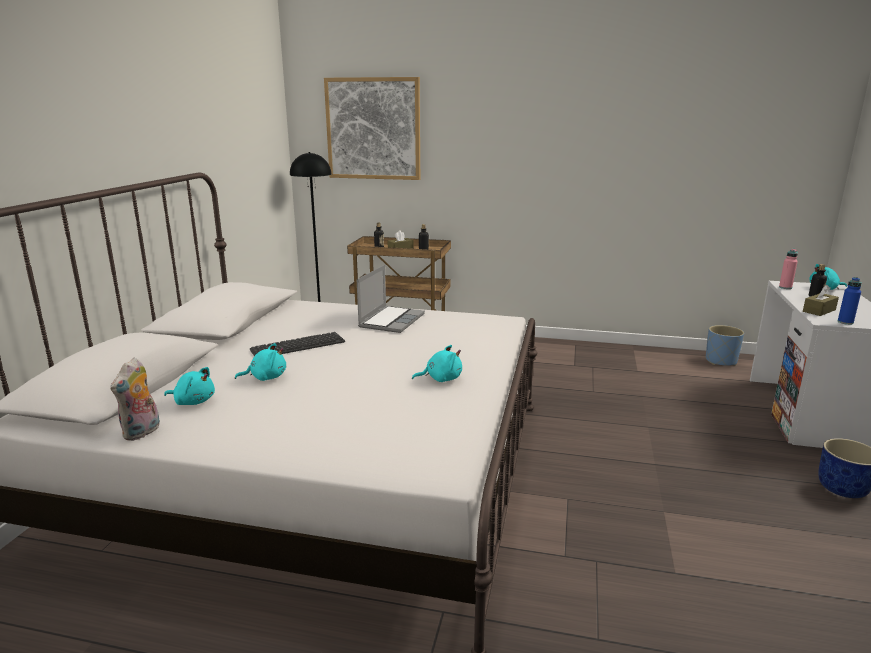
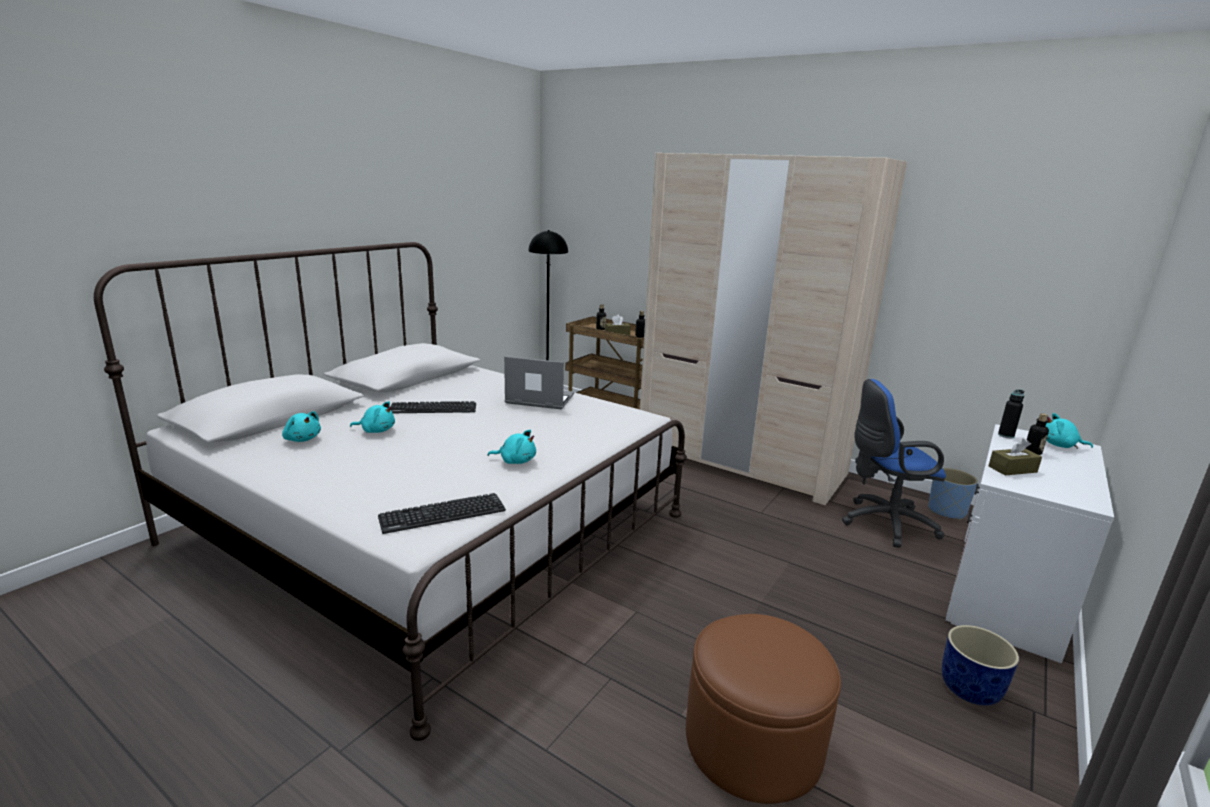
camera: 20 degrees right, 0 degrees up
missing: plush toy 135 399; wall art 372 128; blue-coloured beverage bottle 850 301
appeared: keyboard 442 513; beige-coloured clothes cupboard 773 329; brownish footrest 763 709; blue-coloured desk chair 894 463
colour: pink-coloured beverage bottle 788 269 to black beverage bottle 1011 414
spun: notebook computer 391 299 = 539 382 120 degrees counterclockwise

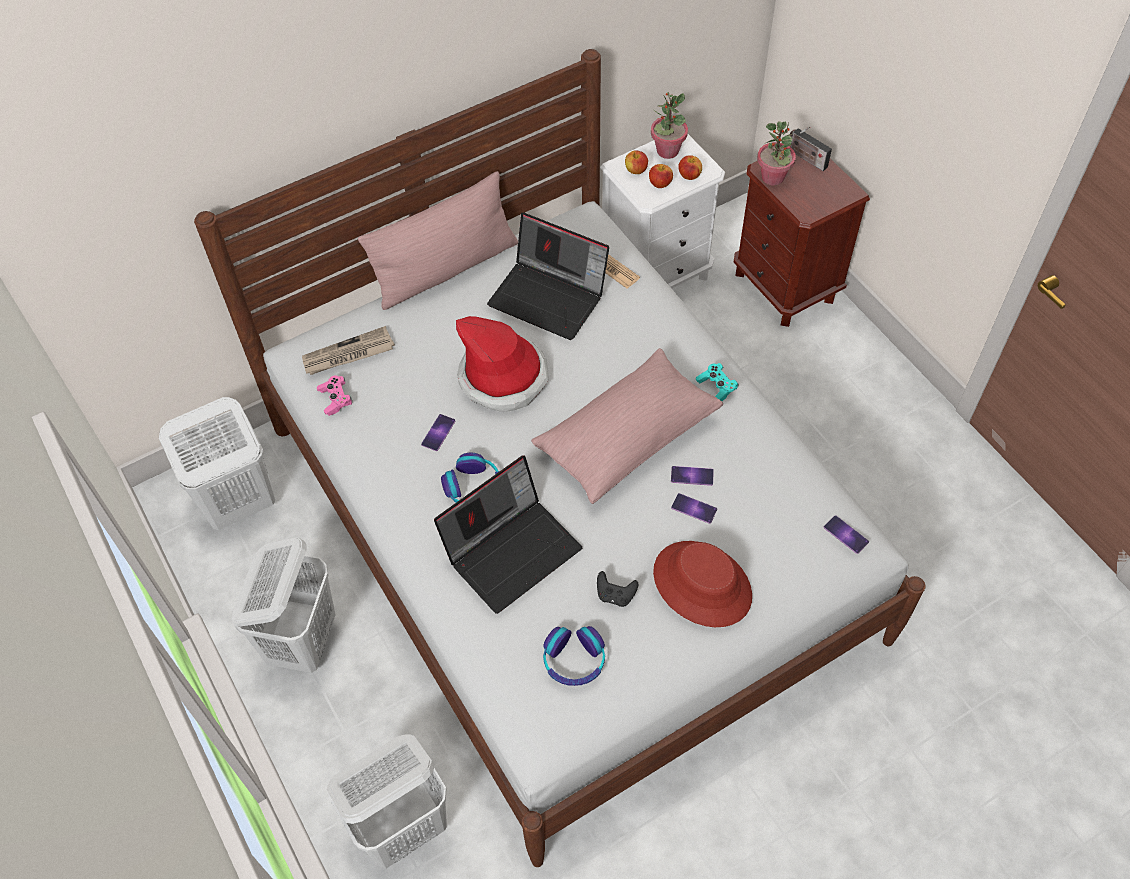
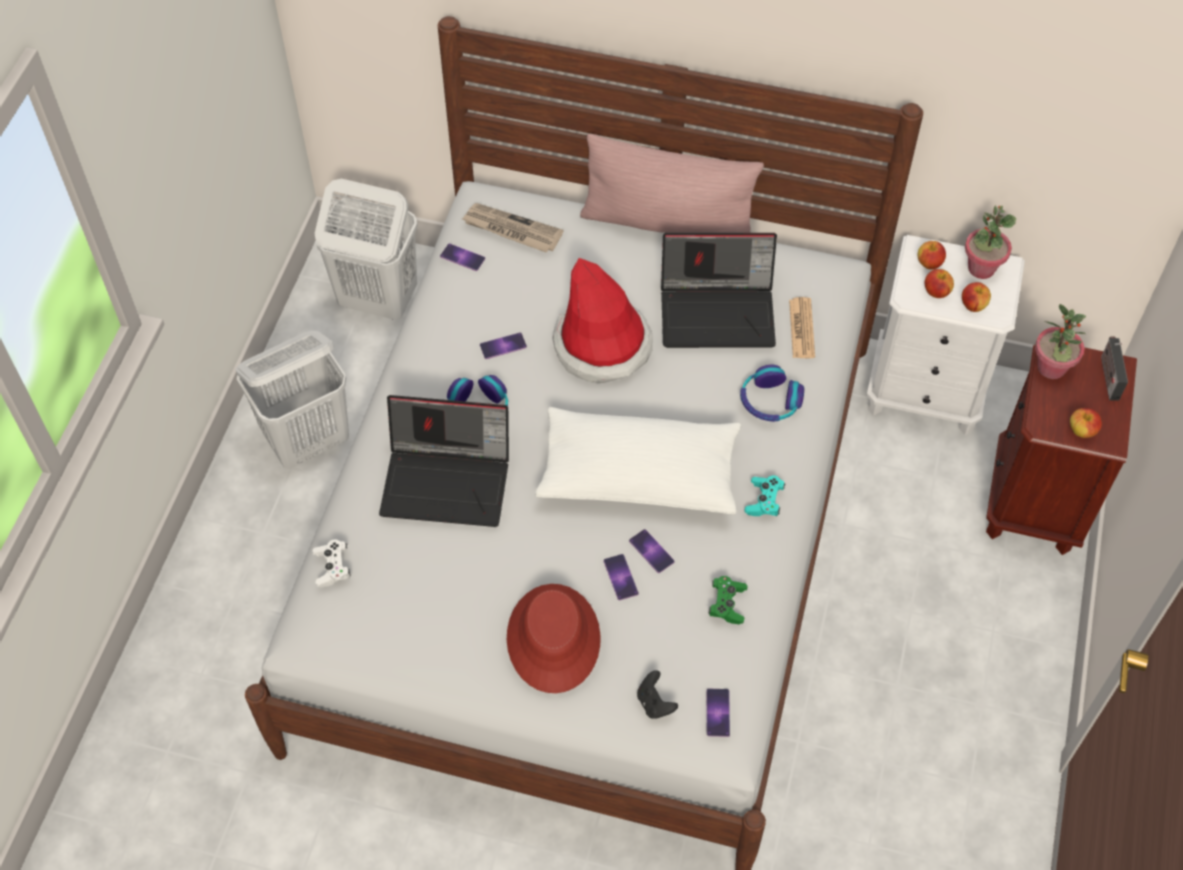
camera: 45 degrees right, 0 degrees up
missing: white-coloured washing basket 387 801
appeared: white-coloured gamepad 332 564; green-coloured gamepad 728 600; apple 1086 423
relocated: pair of headphones 574 656 to 772 393; black gamepad 617 589 to 657 694
exchanged: pink-coloured gamepad 334 395 to telephone 462 257
colour: pink-coloured pillow 627 426 to white-coloured pillow 638 461
spun: notebook computer 548 276 = 719 290 75 degrees counterclockwise

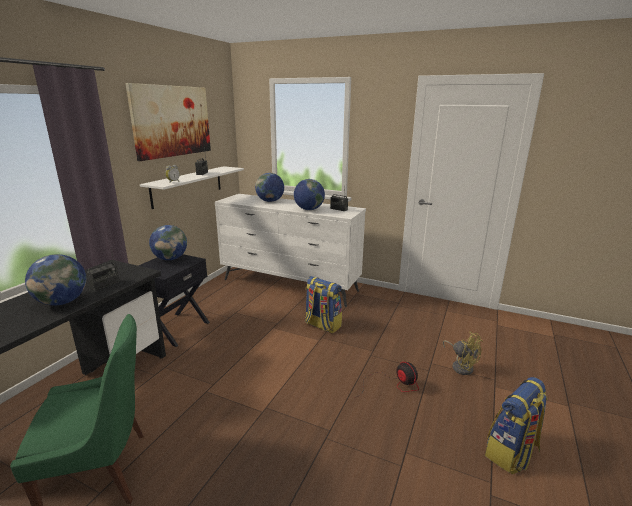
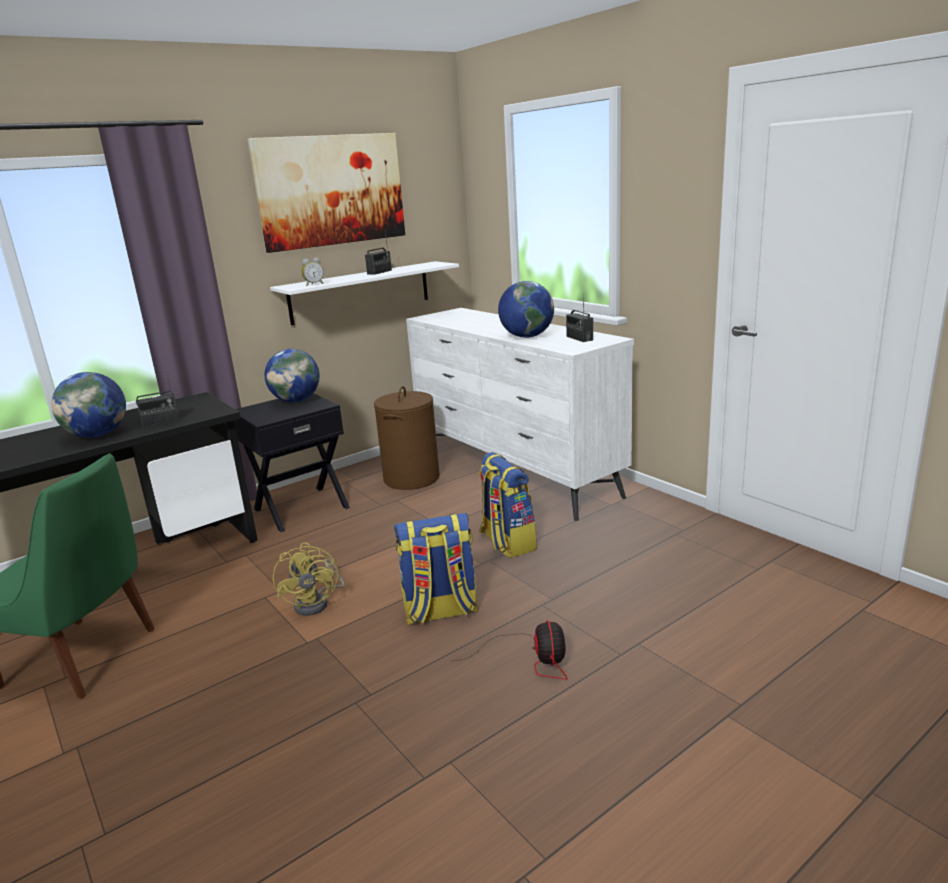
camera: 30 degrees right, 0 degrees up
missing: globe 269 187
appeared: brownish washing basket 407 438
relocated: yellow-coloured electric fan 463 353 to 308 579; backpack 516 425 to 436 569

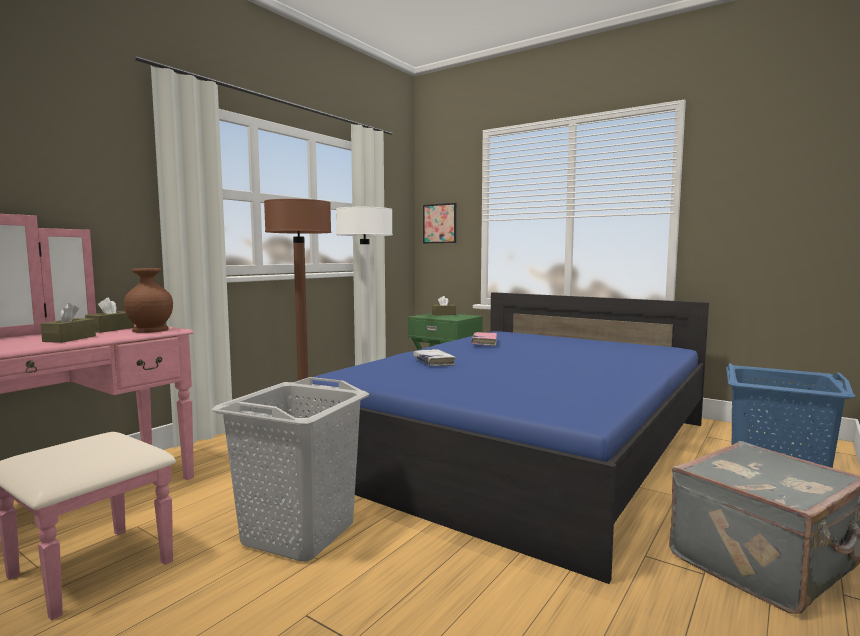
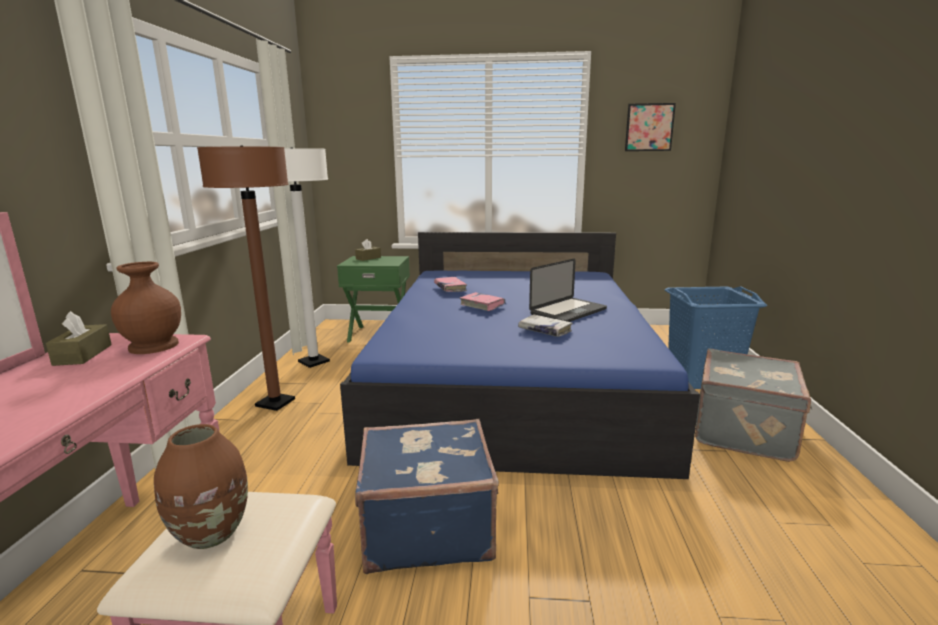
camera: 30 degrees left, 10 degrees up
missing: brownish box of tissues 68 323
appeared: brownish decorative vase 201 486; pink-coloured book 482 301; notebook computer 568 290
relocated: white-coloured book 434 357 to 545 325; wall art 439 223 to 650 127
exchanged: greyish washing basket 290 469 to blue-coloured suitcase 427 496

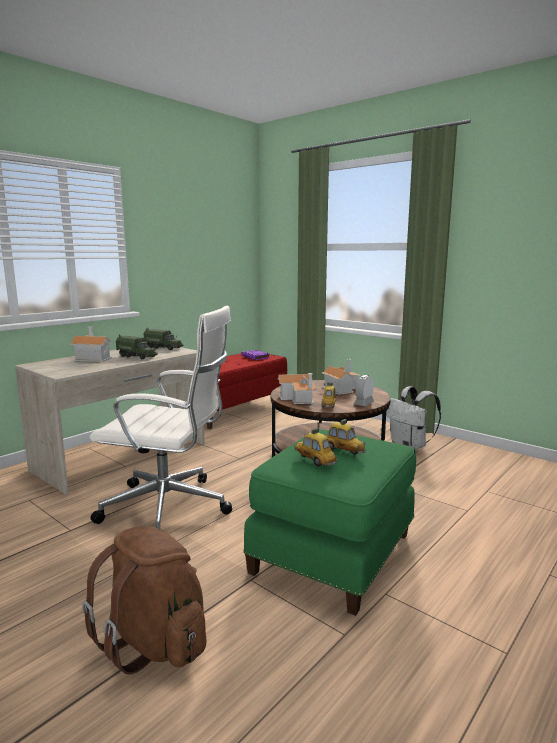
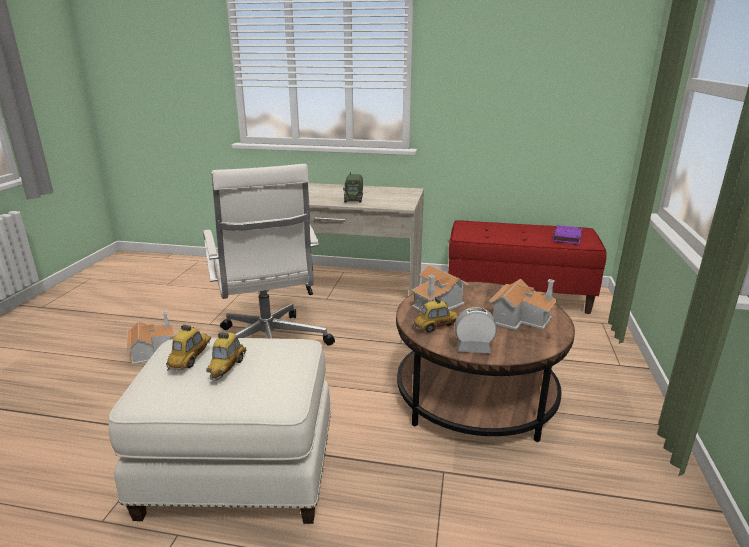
camera: 60 degrees right, 10 degrees up
missing: brownish backpack 144 600; toy truck 164 339; white-coloured backpack 413 418
relocated: model house 91 344 to 150 338
colour: green-coloured footrest 330 522 to white-coloured footrest 220 431

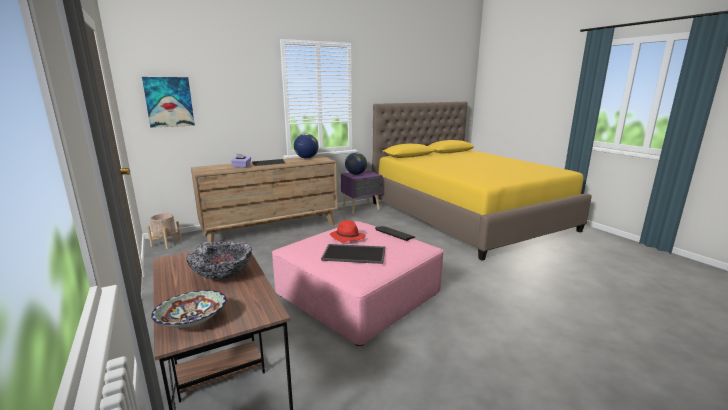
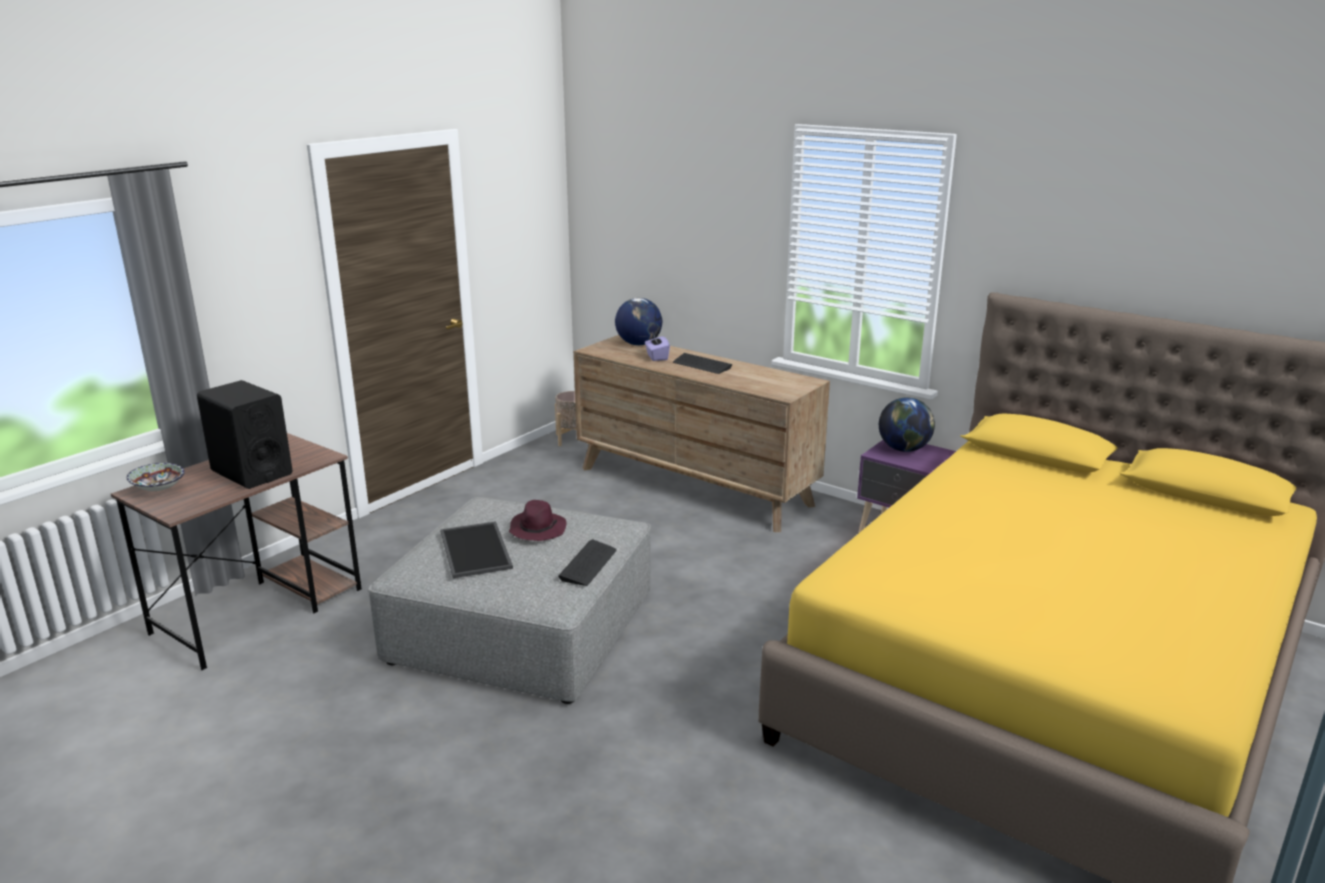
camera: 65 degrees right, 5 degrees up
missing: wall art 168 102
relocated: globe 306 146 to 638 322
exchanged: serving bowl 219 260 to black speaker 245 434
colour: pink-coloured footrest 358 283 to greyish footrest 509 600; reddish wearable hat 347 231 to purplish wearable hat 537 520

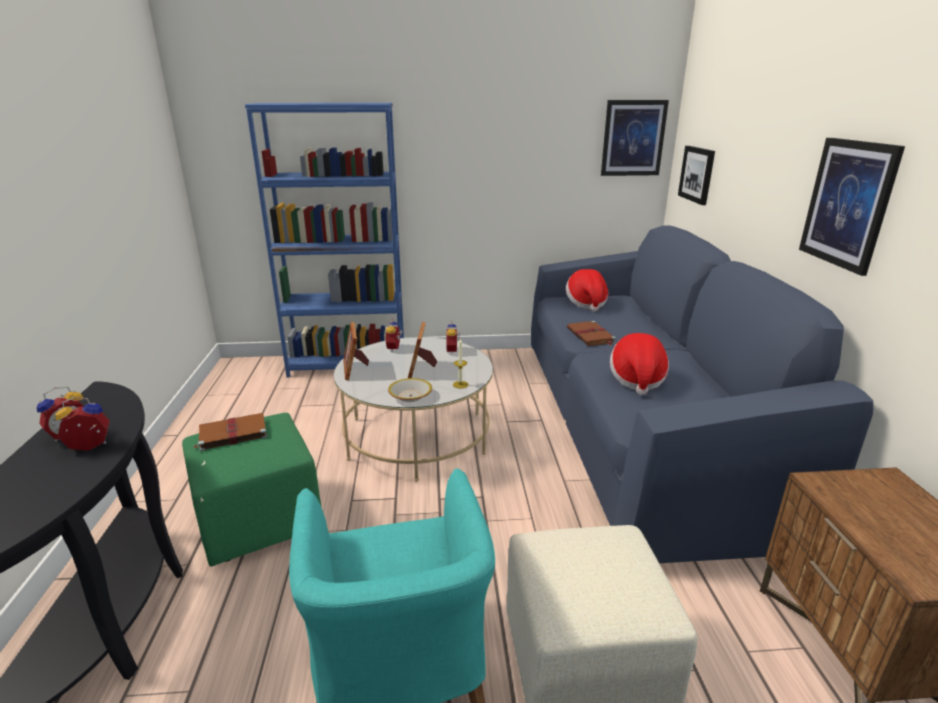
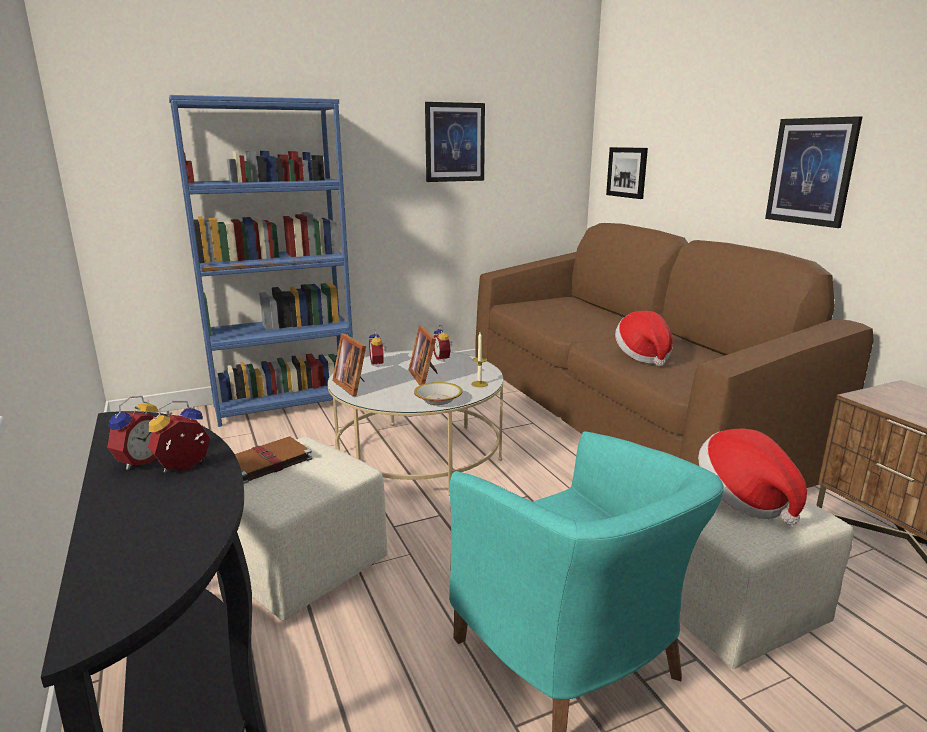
camera: 20 degrees left, 5 degrees down
missing: brownish book 591 333
relocated: wearable hat 587 290 to 752 477; wall art 635 138 to 455 142
colour: green-coloured footrest 252 490 to beige-coloured footrest 312 529; blue-coloured sofa 702 394 to brownish sofa 674 355

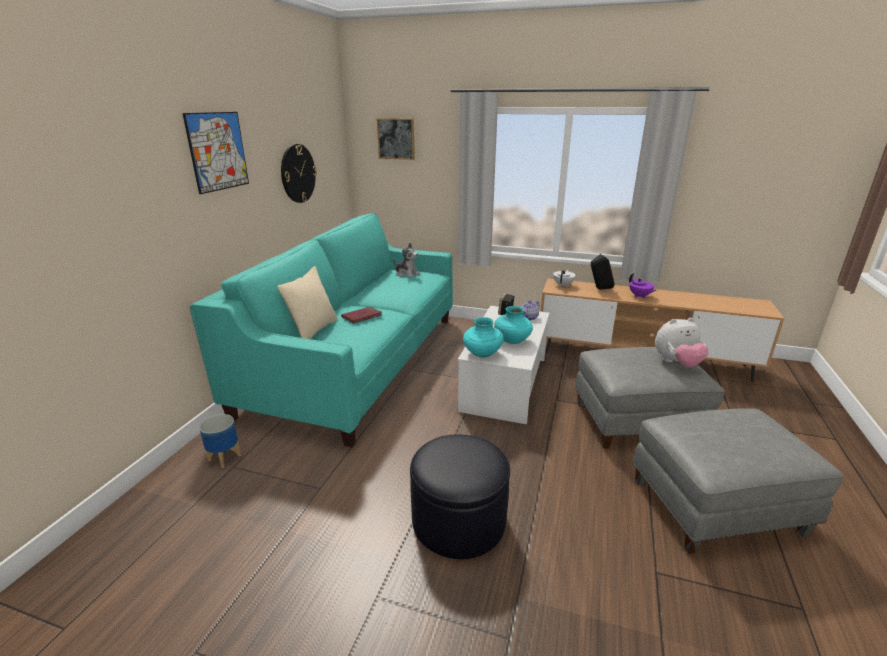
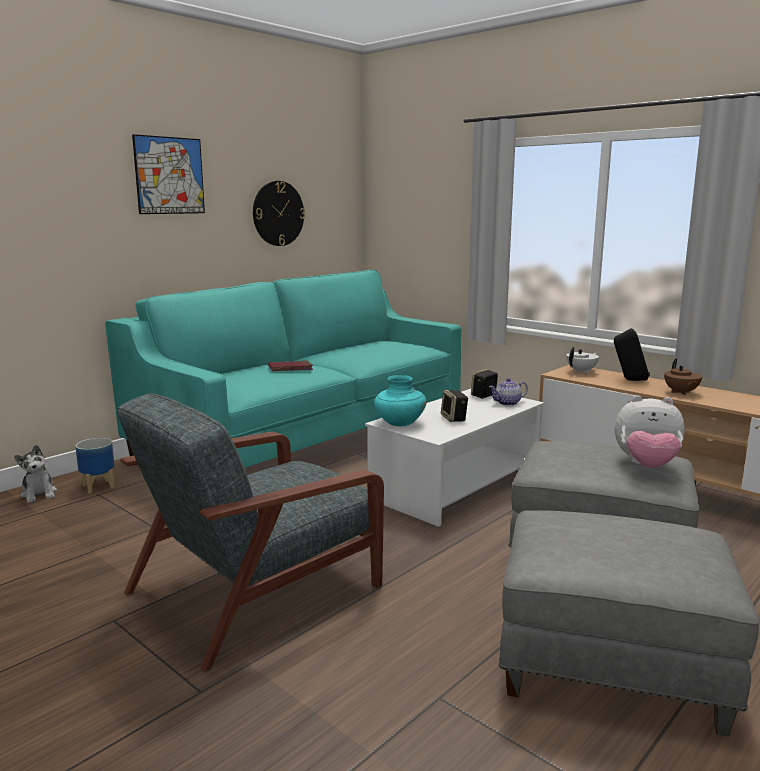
camera: 25 degrees right, 10 degrees down
missing: beige-coloured pillow 307 302; wall art 396 139
relocated: plush toy 406 260 to 35 474
exchanged: black footrest 460 497 to greyish lounge chair 250 532; turquoise decorative vase 513 325 to speaker 454 406
colour: purplish teapot 642 285 to brownish teapot 683 376

